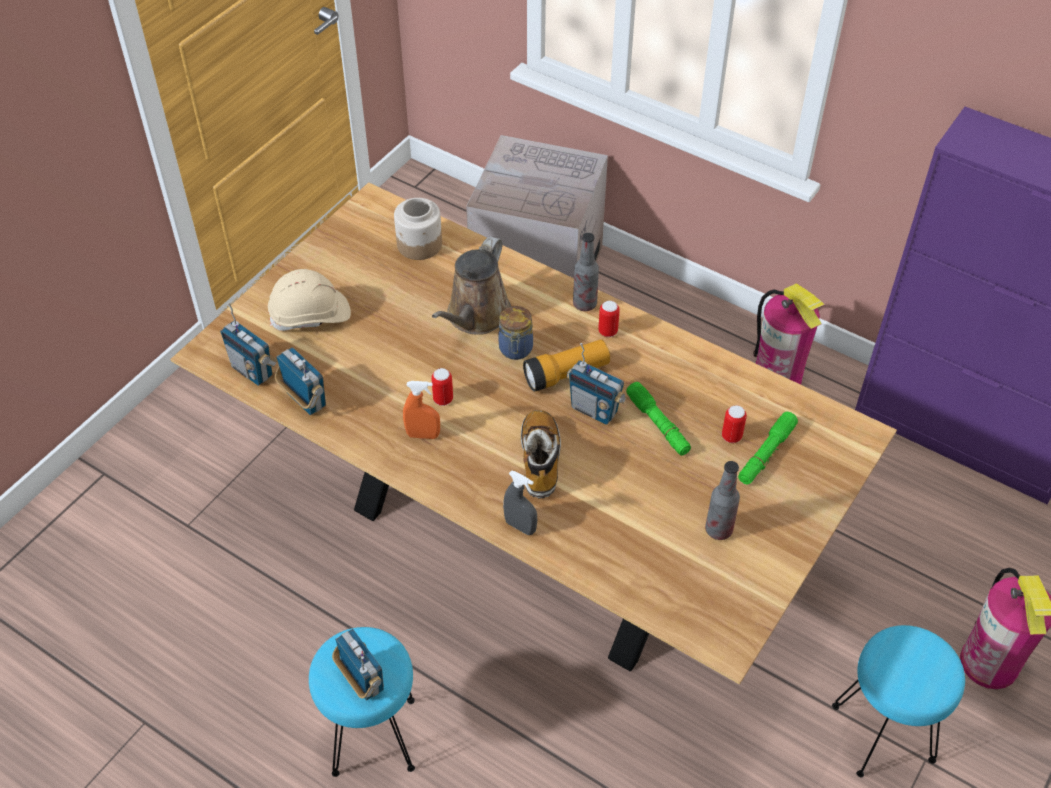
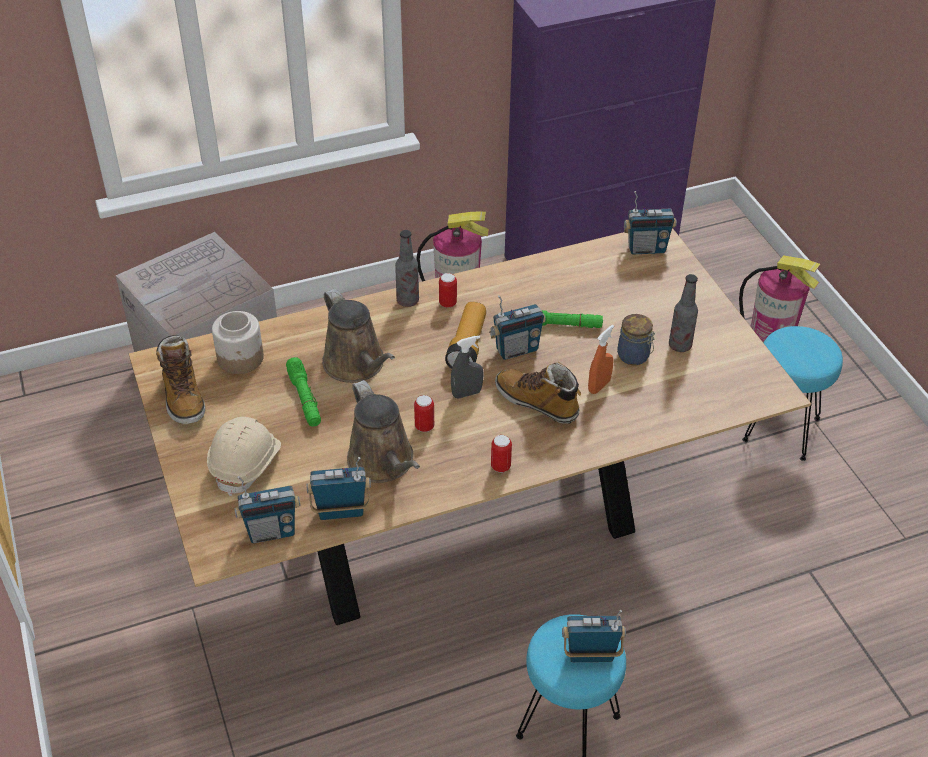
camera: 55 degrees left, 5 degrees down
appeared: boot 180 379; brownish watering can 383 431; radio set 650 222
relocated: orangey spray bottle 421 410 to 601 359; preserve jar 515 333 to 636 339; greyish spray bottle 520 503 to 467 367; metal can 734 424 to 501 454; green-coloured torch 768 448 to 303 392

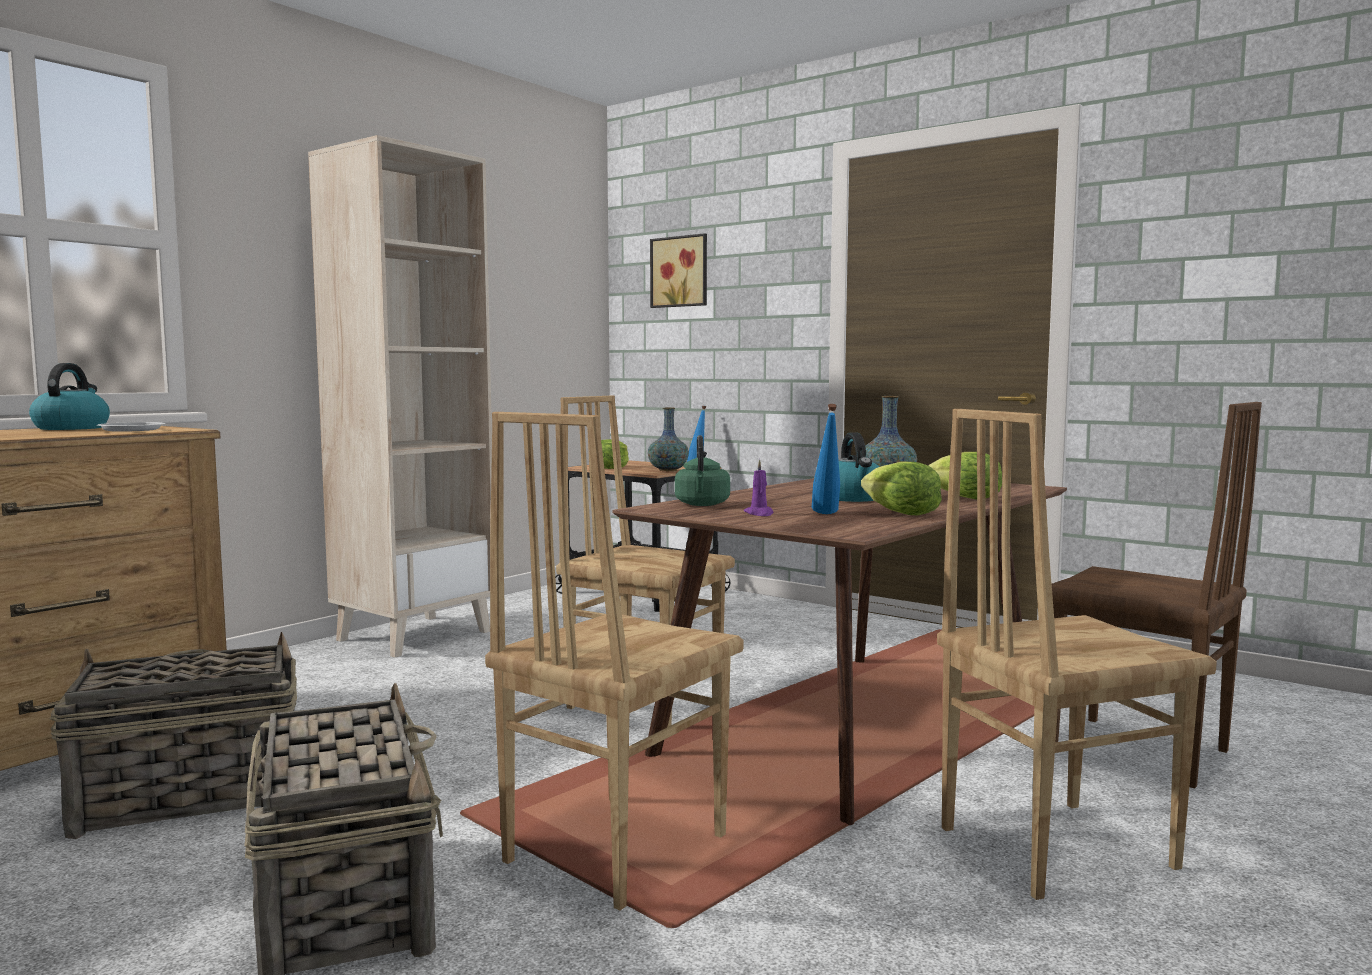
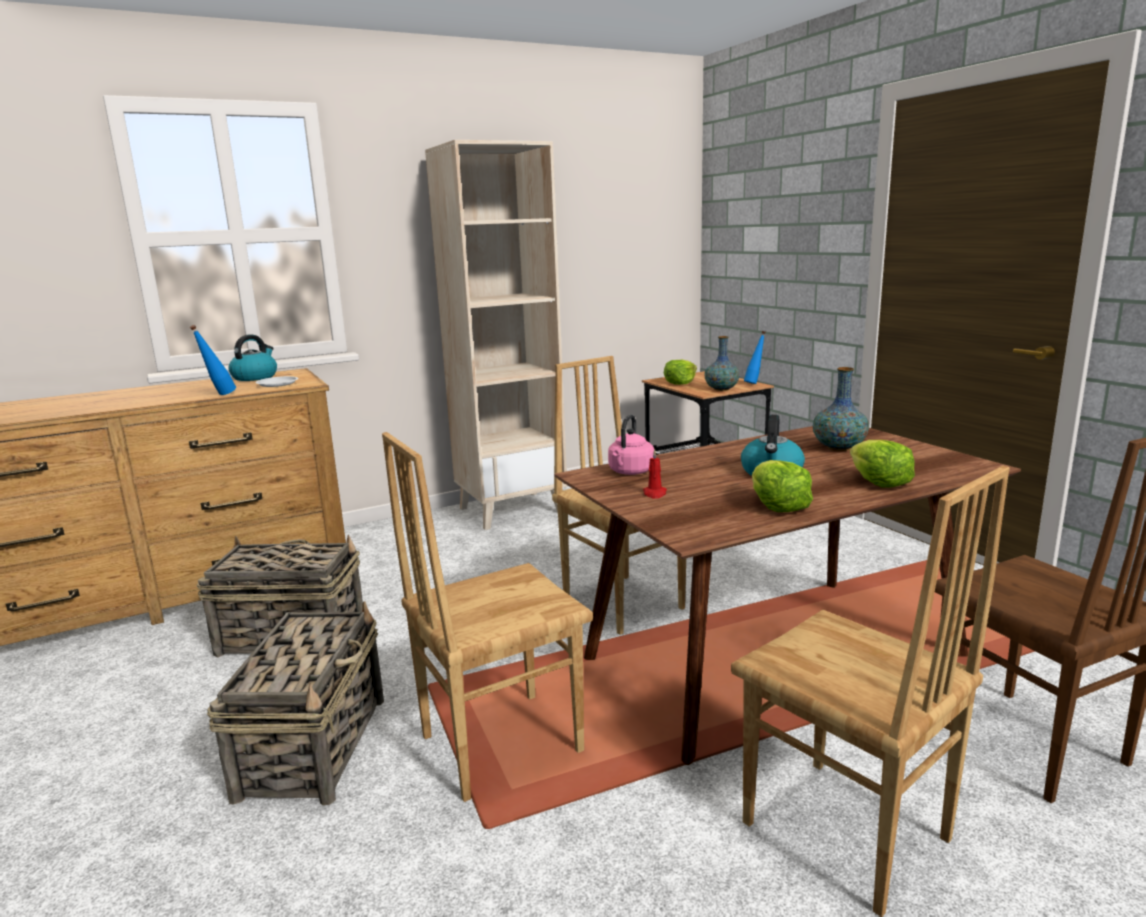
camera: 25 degrees right, 10 degrees up
missing: wall art 678 270
relocated: blue-coloured beverage bottle 826 459 to 213 360
colour: green-coloured kettle 702 470 to pink-coloured kettle 631 444; purplish wax light 758 487 to reddish wax light 655 474
spun: brownish upright chair 1077 654 = 870 691 135 degrees counterclockwise

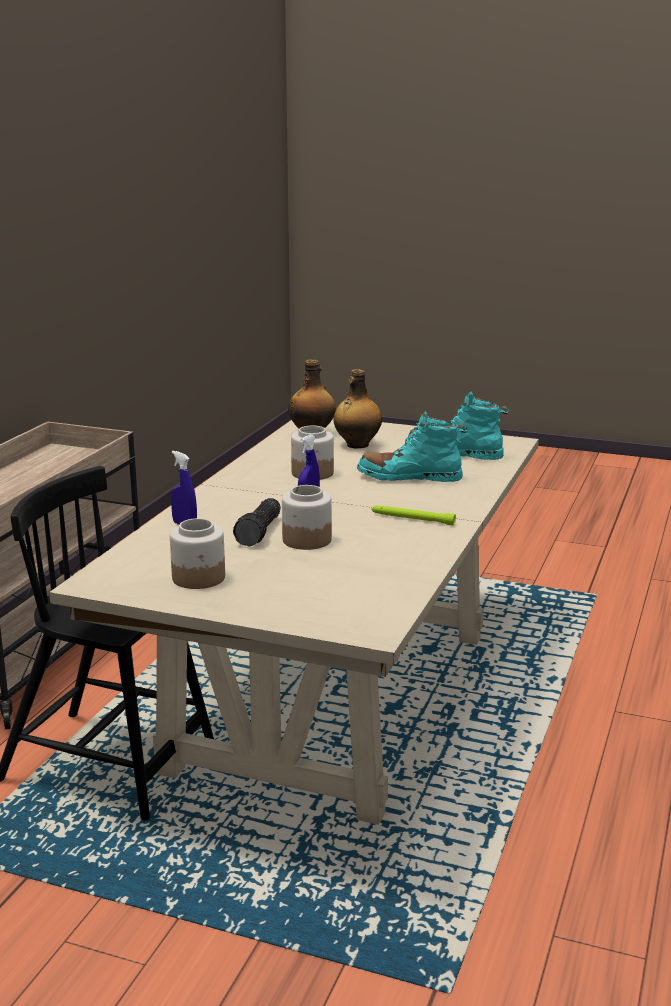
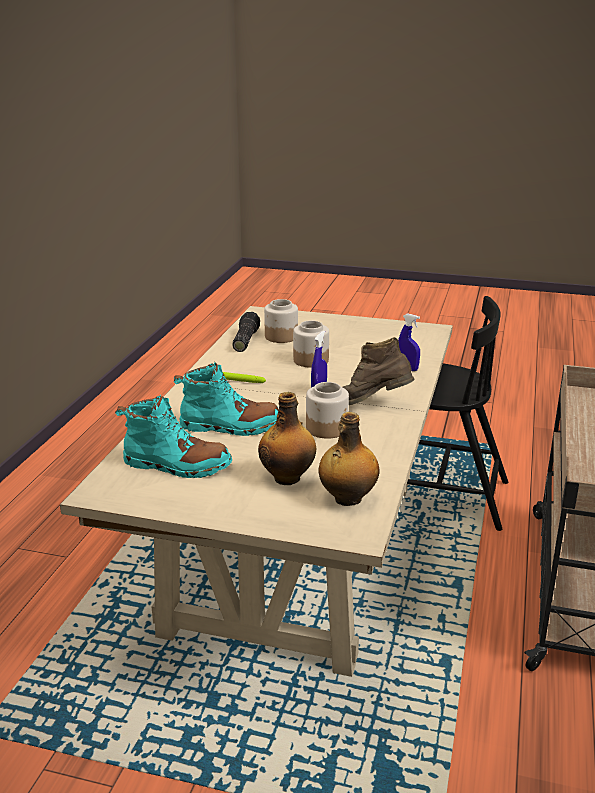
camera: 175 degrees right, 5 degrees up
appeared: brownish boot 379 371
relocated: preserve jar 197 553 to 281 321; torch 257 522 to 246 332

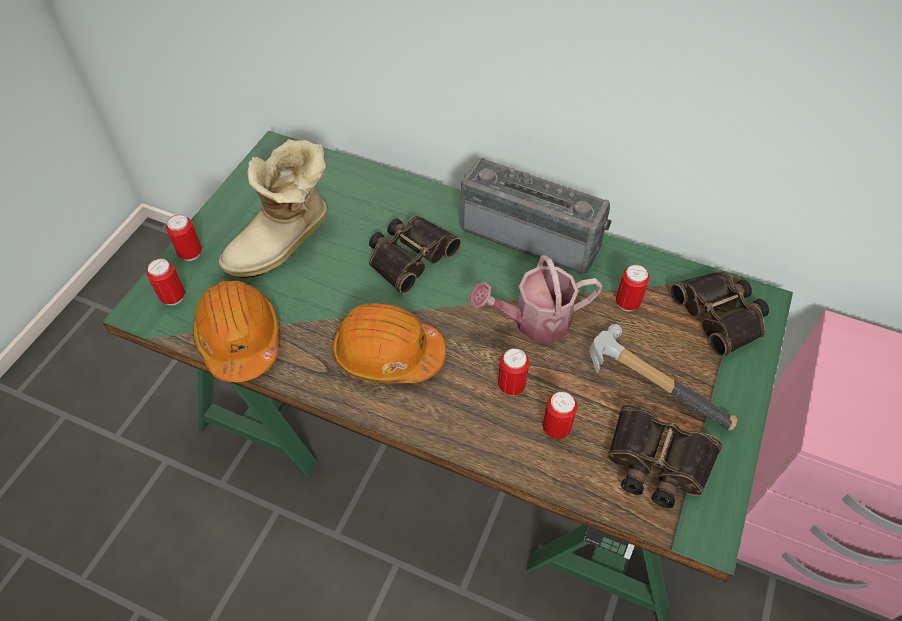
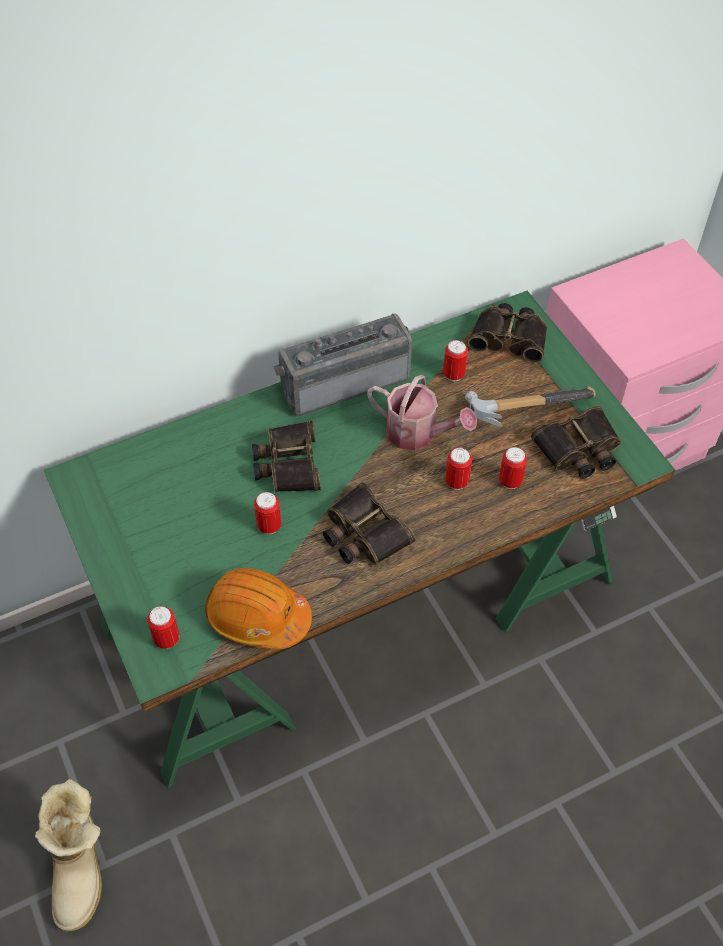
camera: 50 degrees left, 0 degrees up
relocated: metal can 184 237 to 267 513; boot 273 209 to 68 855
exchanged: orangey work helmet 389 343 to pair of binoculars 369 523
spun: watering can 536 299 = 422 412 90 degrees counterclockwise

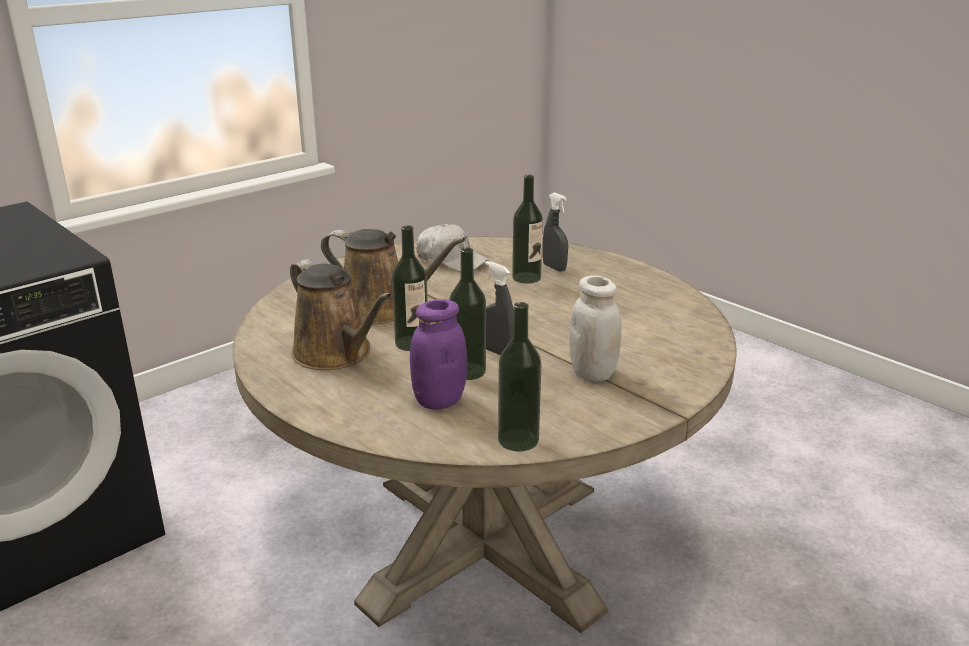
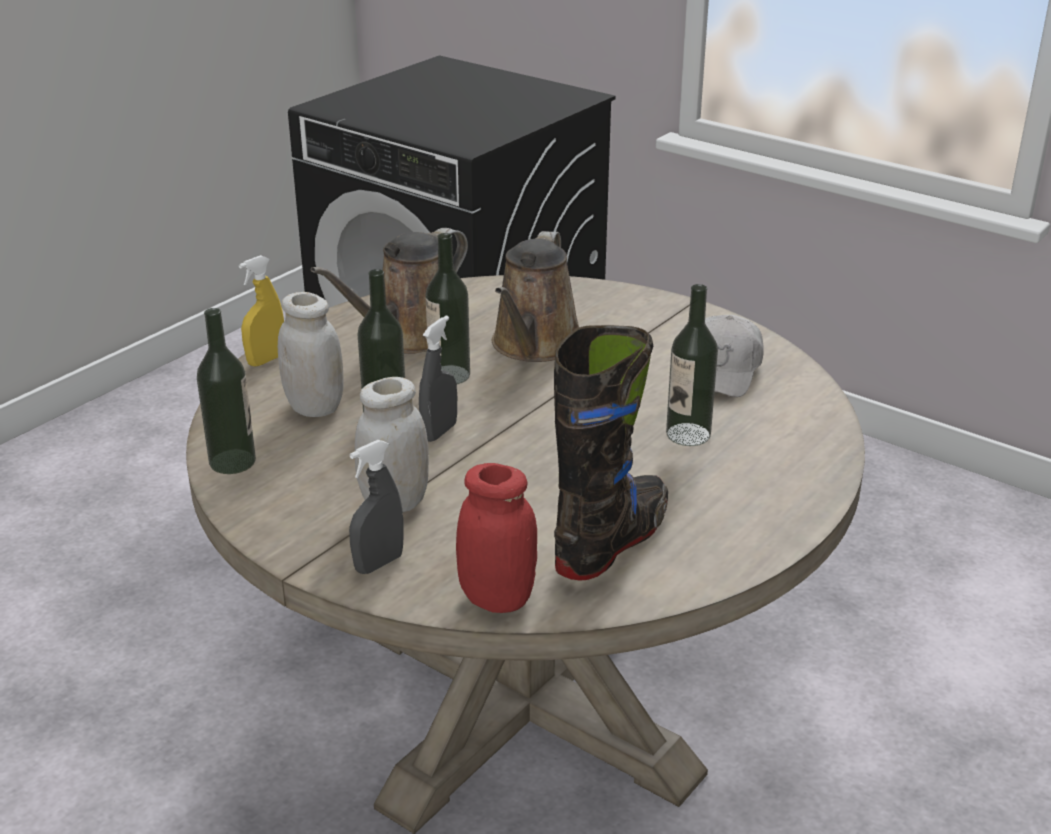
camera: 80 degrees right, 5 degrees up
appeared: yellow-coloured spray bottle 261 311; reddish preserve jar 496 538; black boot 611 453
relocated: greyish spray bottle 555 232 to 376 507
colour: purplish preserve jar 438 354 to white-coloured preserve jar 311 354

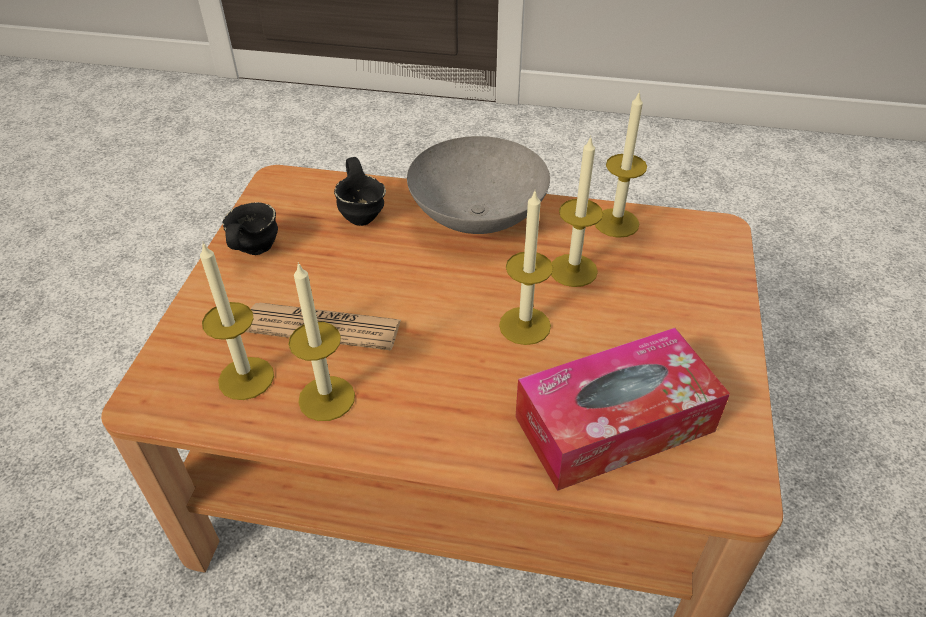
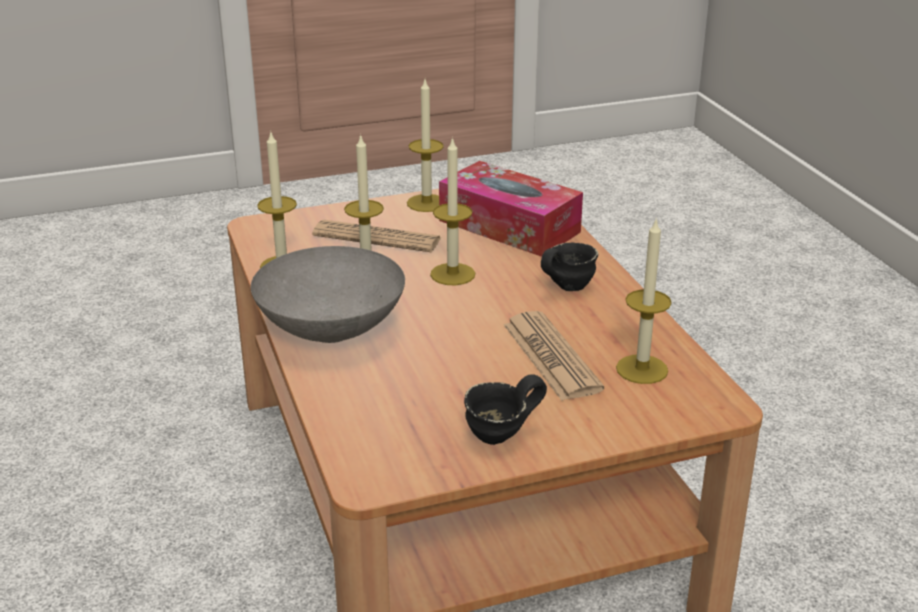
camera: 120 degrees left, 15 degrees down
appeared: daily paper 376 236
relocated: wax light 321 341 to 425 146; black coffee mug 360 191 to 569 266

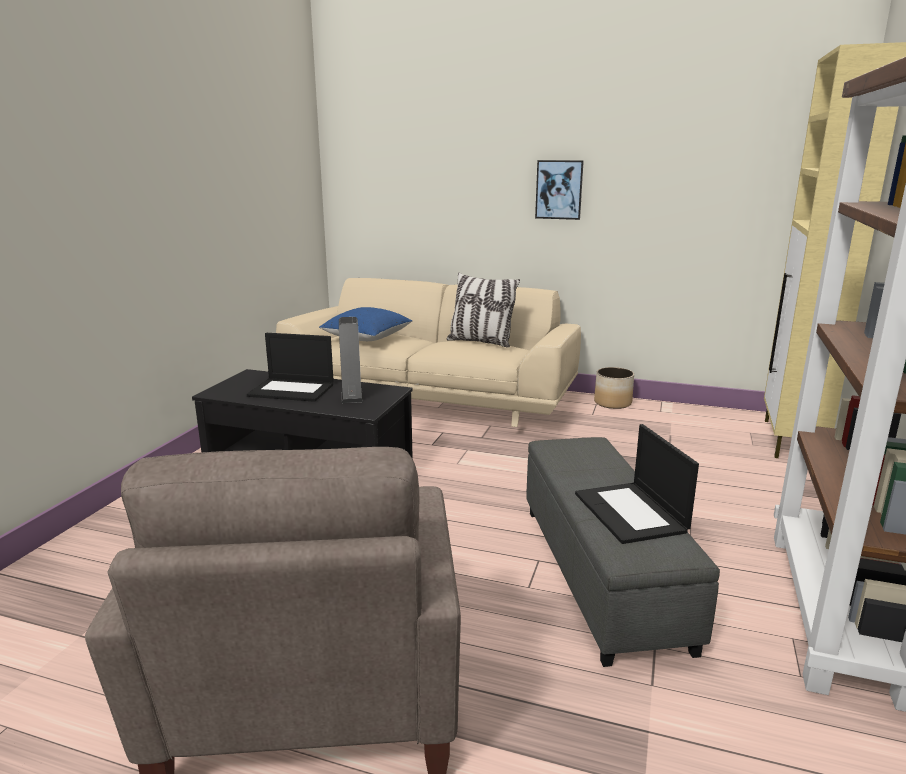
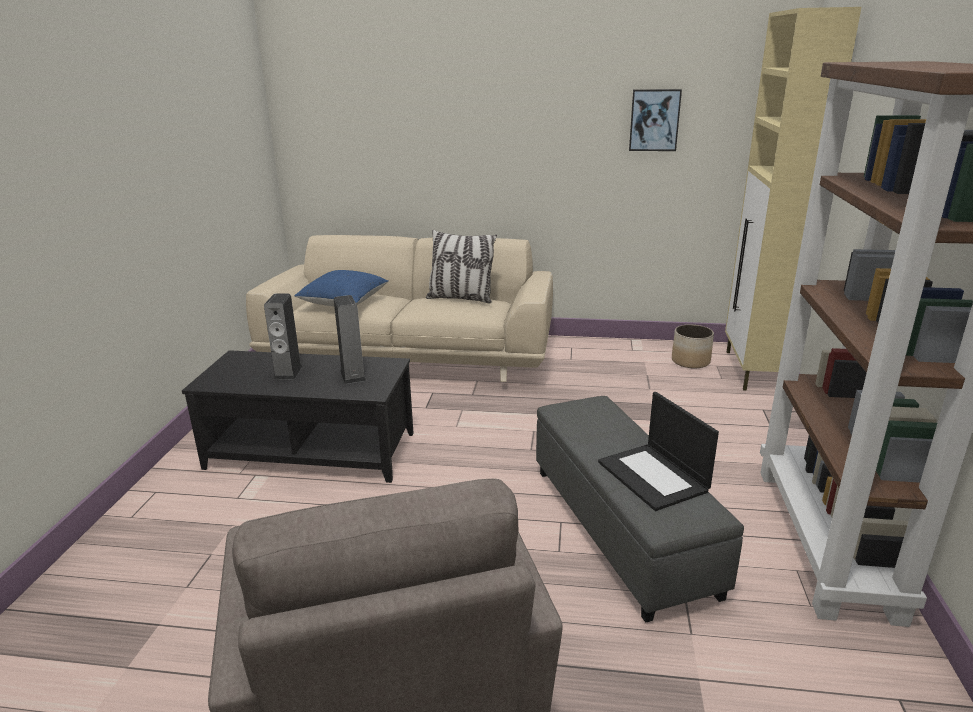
camera: 10 degrees left, 5 degrees up
relocated: wall art 559 190 to 655 120; flower pot 614 388 to 693 346
exchanged: notebook computer 290 367 to speaker 283 336

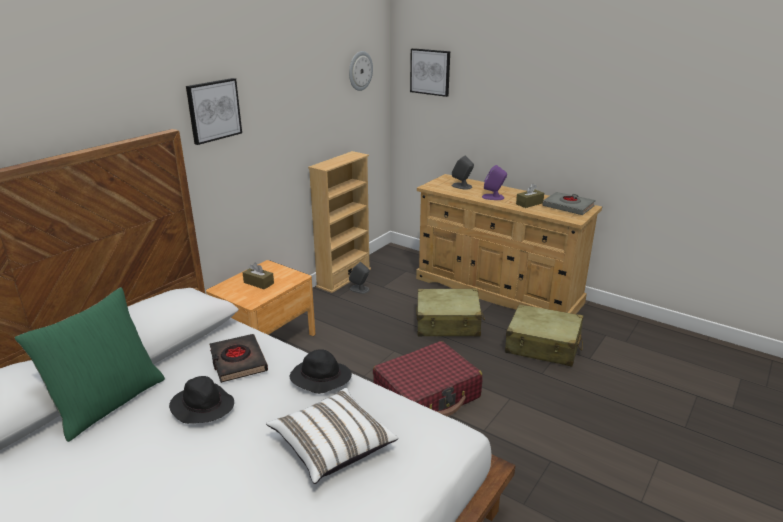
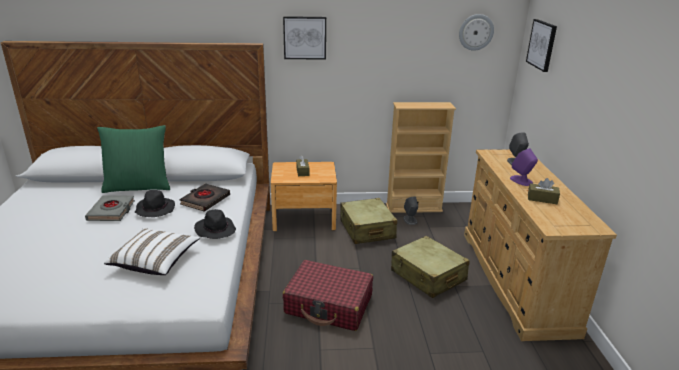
camera: 50 degrees right, 0 degrees up
relocated: beige-coloured suitcase 544 335 to 368 221; greyish book 568 203 to 110 208

